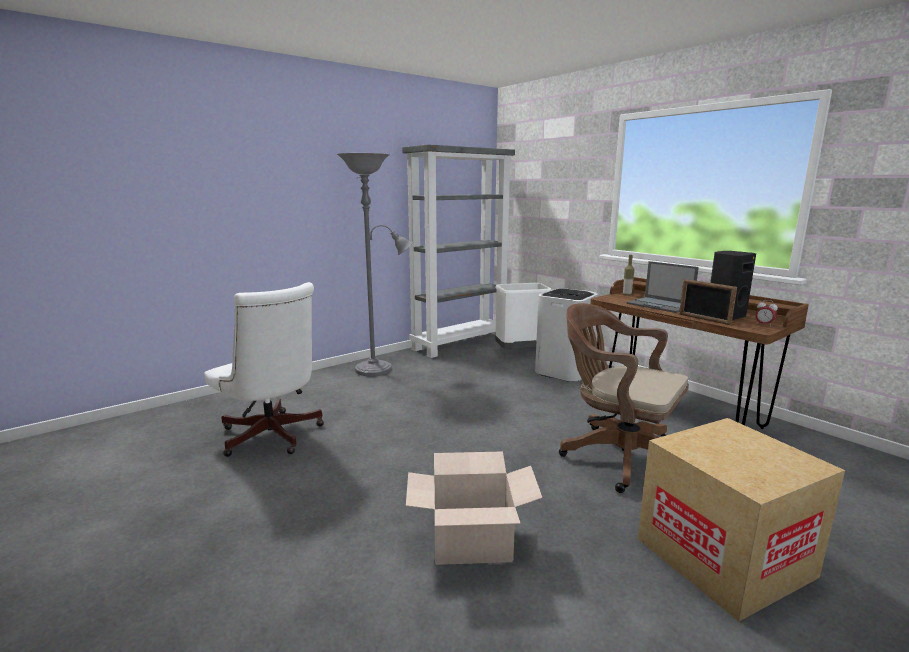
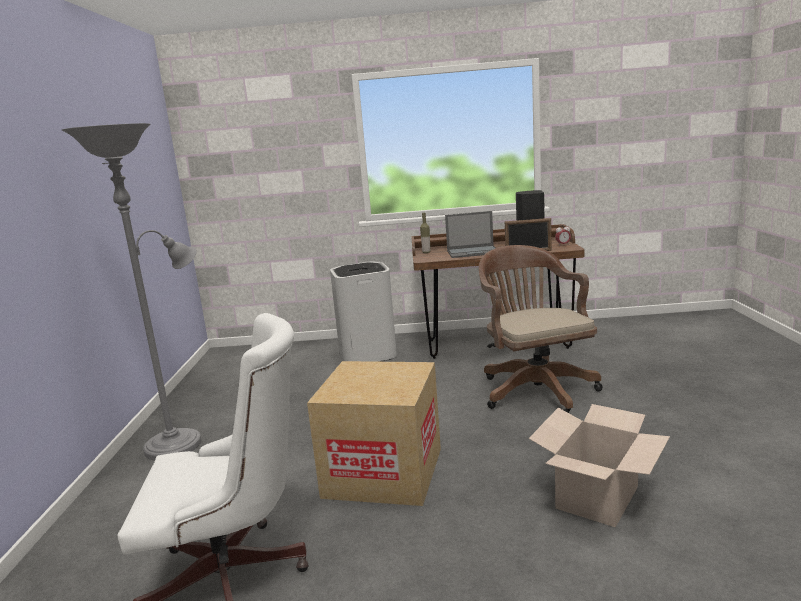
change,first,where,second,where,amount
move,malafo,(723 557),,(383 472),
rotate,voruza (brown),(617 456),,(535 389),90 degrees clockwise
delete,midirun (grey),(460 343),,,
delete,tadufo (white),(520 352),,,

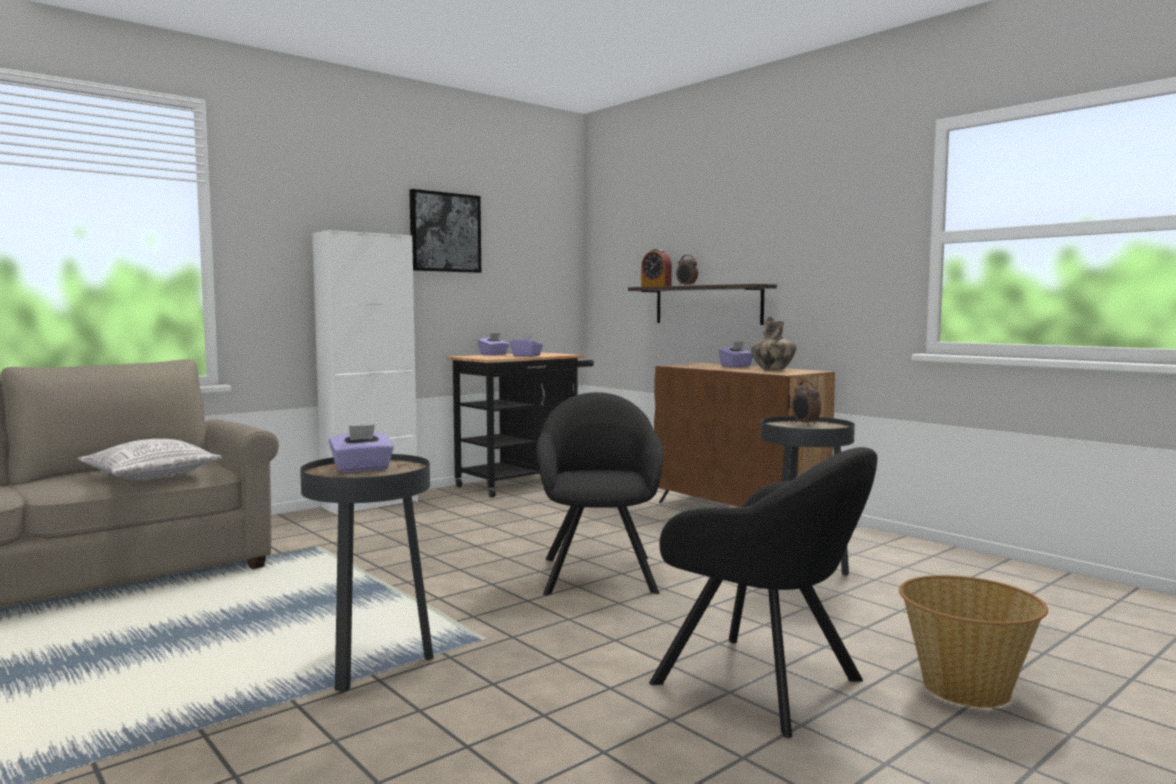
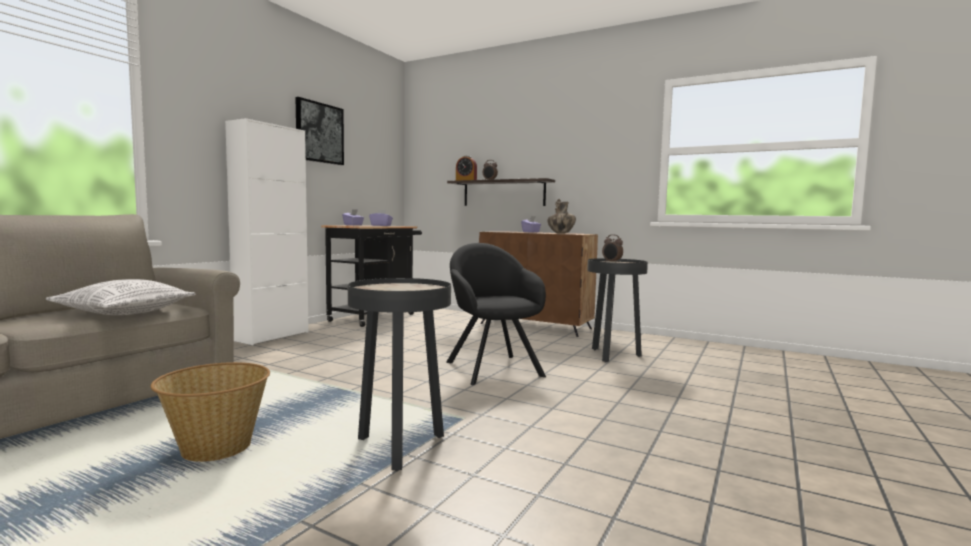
change,first,where,second,where,amount
move,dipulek,(966 688),,(215 448),
delete,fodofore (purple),(362 469),,,
delete,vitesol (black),(766 685),,,

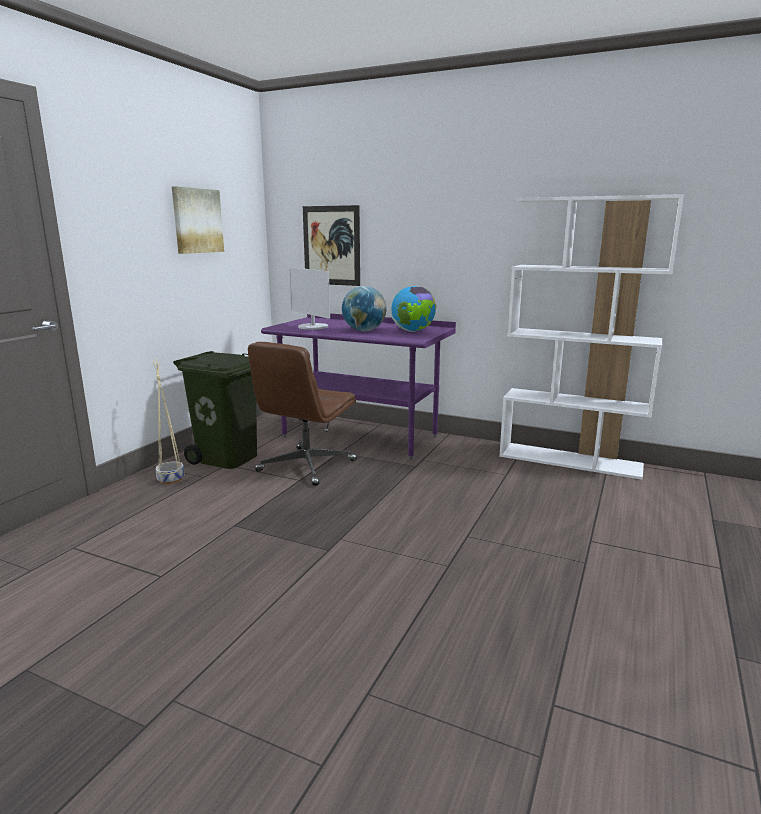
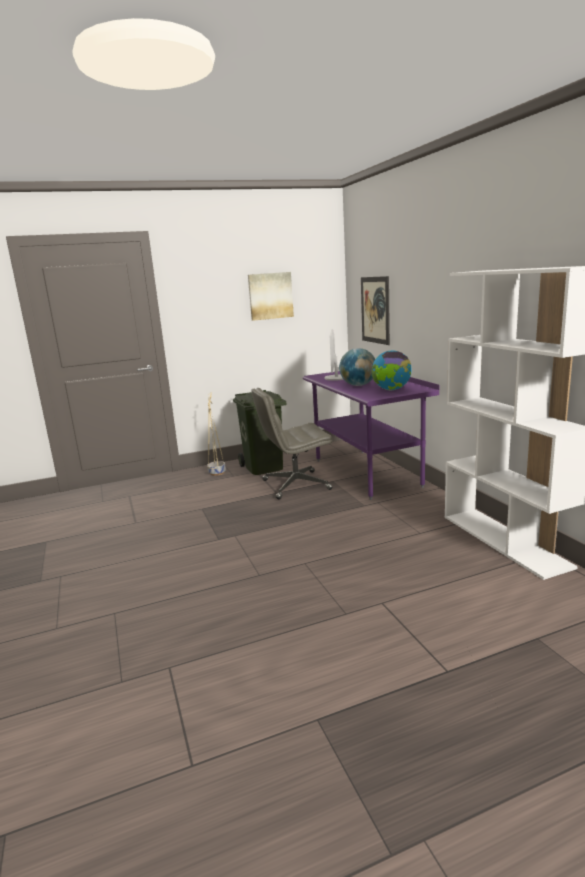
change,first,where,second,where,amount
recolor,voruza (brown),(306 466),voruza (grey),(295 485),

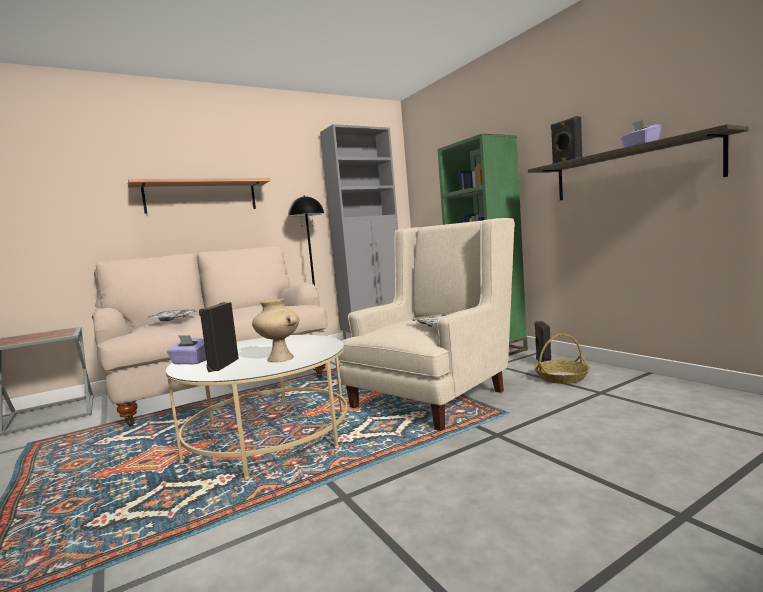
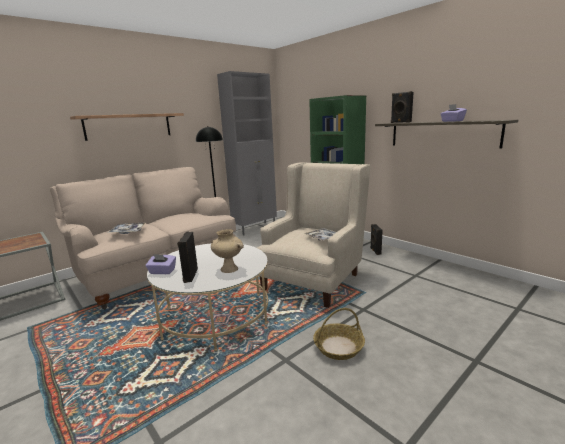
change,first,where,second,where,amount
move,dipulek,(561 377),,(338 347),

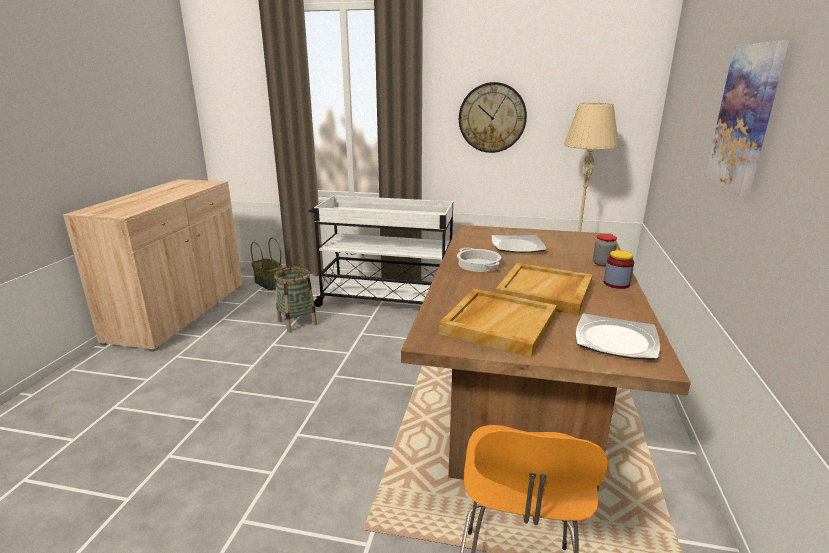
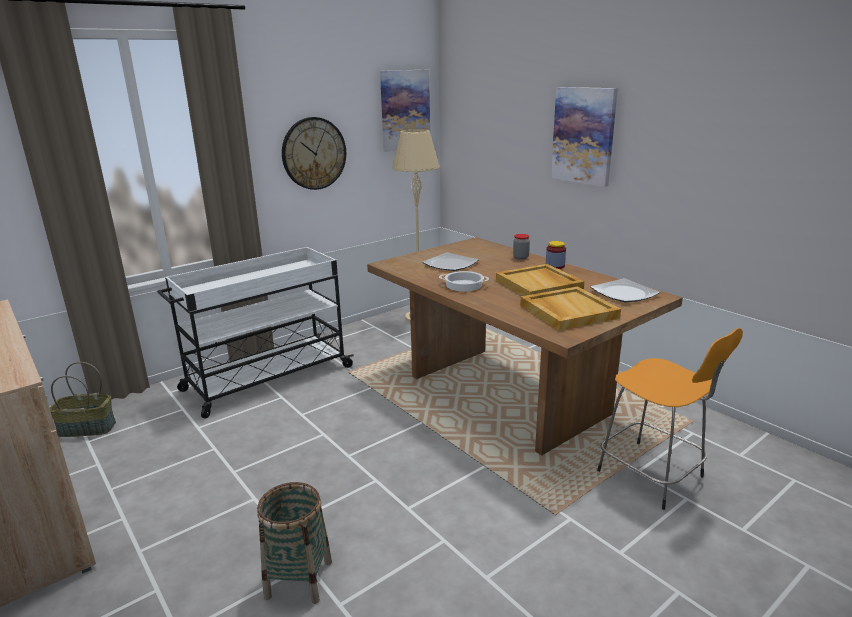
change,first,where,second,where,amount
move,dipulek,(297 322),,(298 579),
insert,,,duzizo,(405 110),

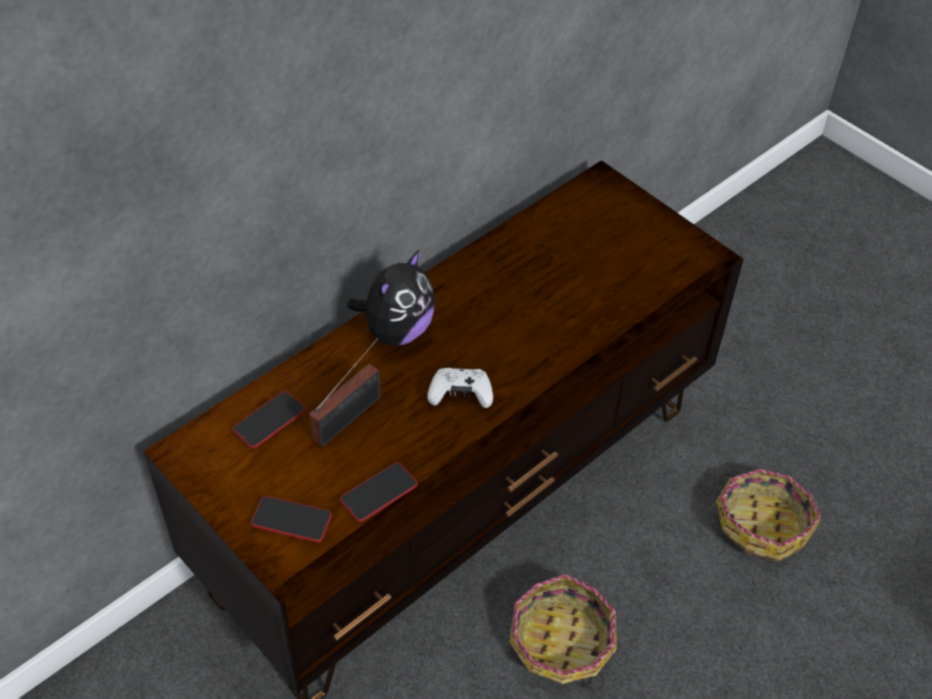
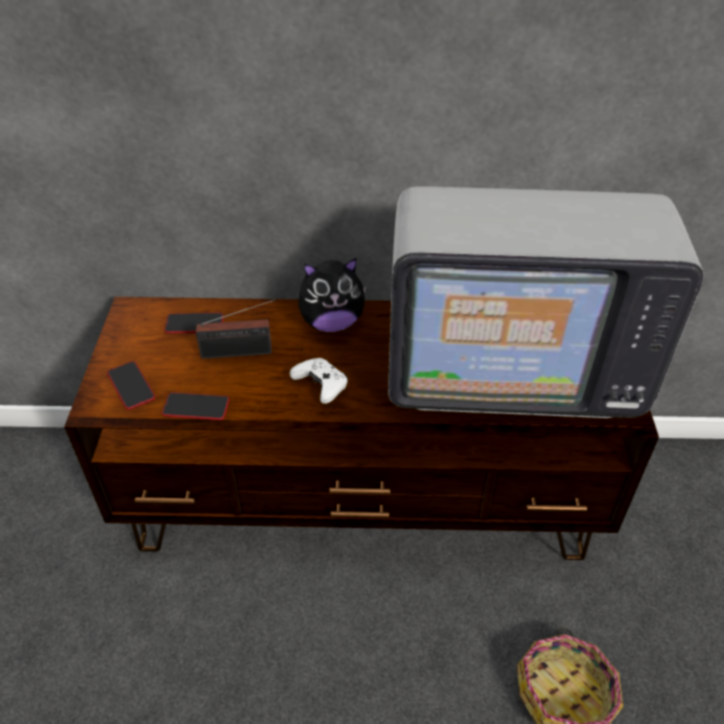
change,first,where,second,where,amount
insert,,,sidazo,(509 364),
delete,dipulek,(561 643),,,

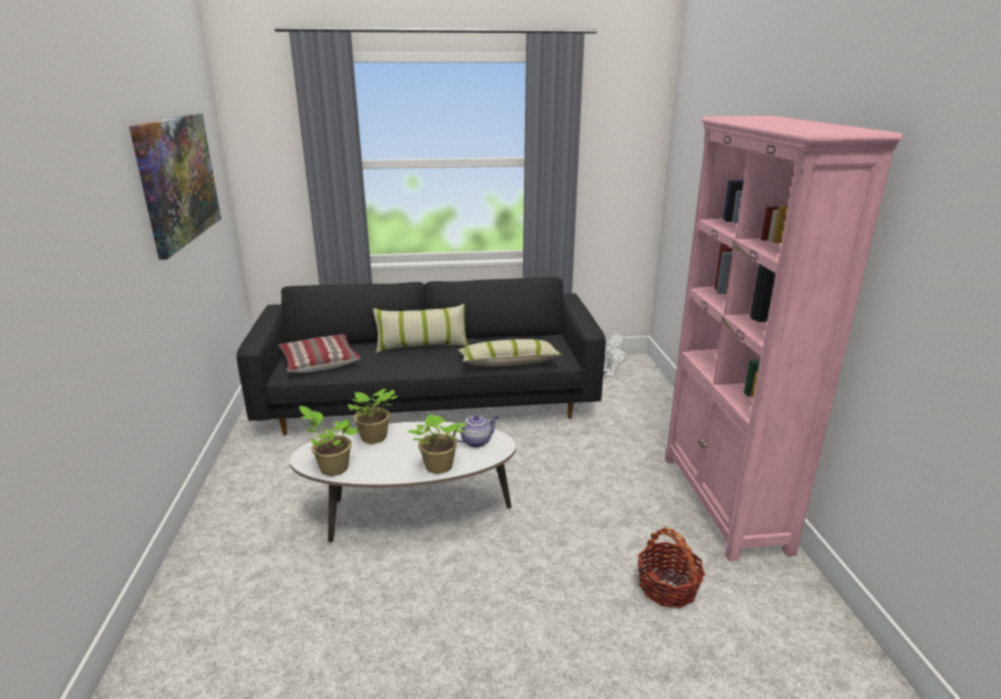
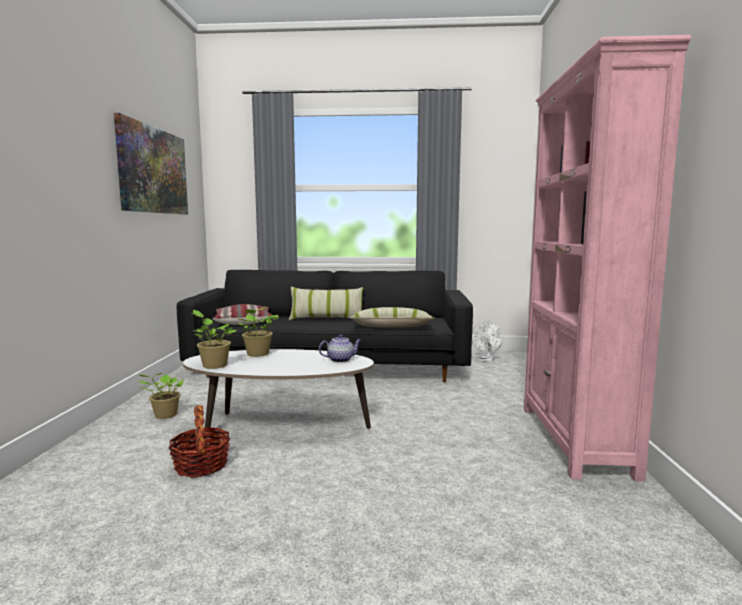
change,first,where,second,where,amount
move,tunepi,(437 467),,(164 415),
move,dipulek,(667 587),,(201 465),

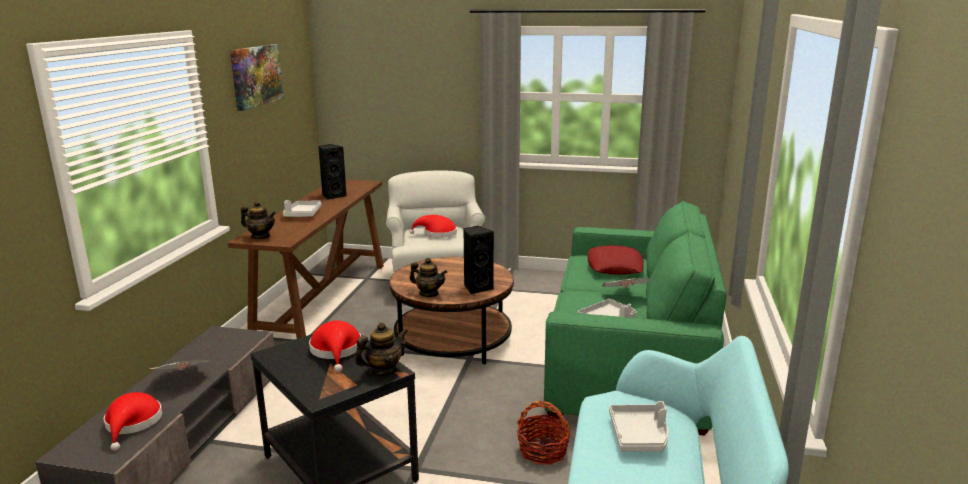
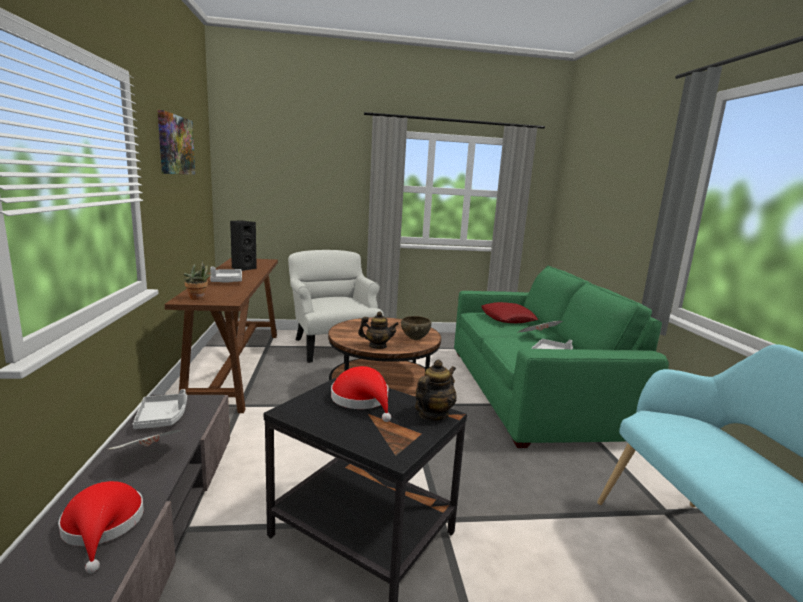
change,first,where,second,where,amount
move,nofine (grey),(639 436),,(162 418),
replace,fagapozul,(260 236),tunepi,(198 298),
replace,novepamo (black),(477 288),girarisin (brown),(415 339),
delete,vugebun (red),(437 234),,,
delete,dipulek,(543 451),,,

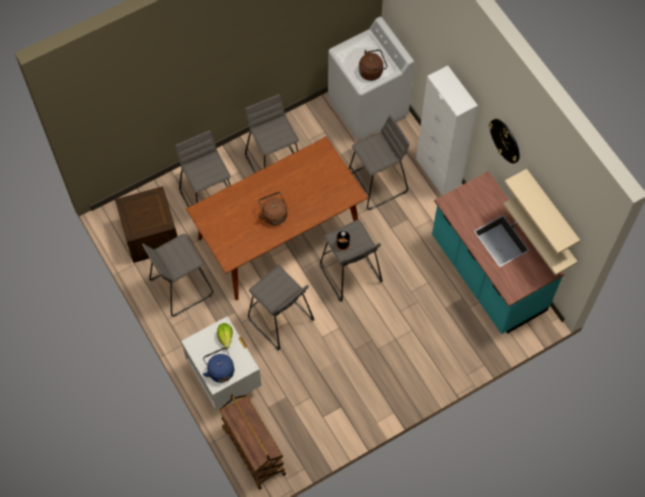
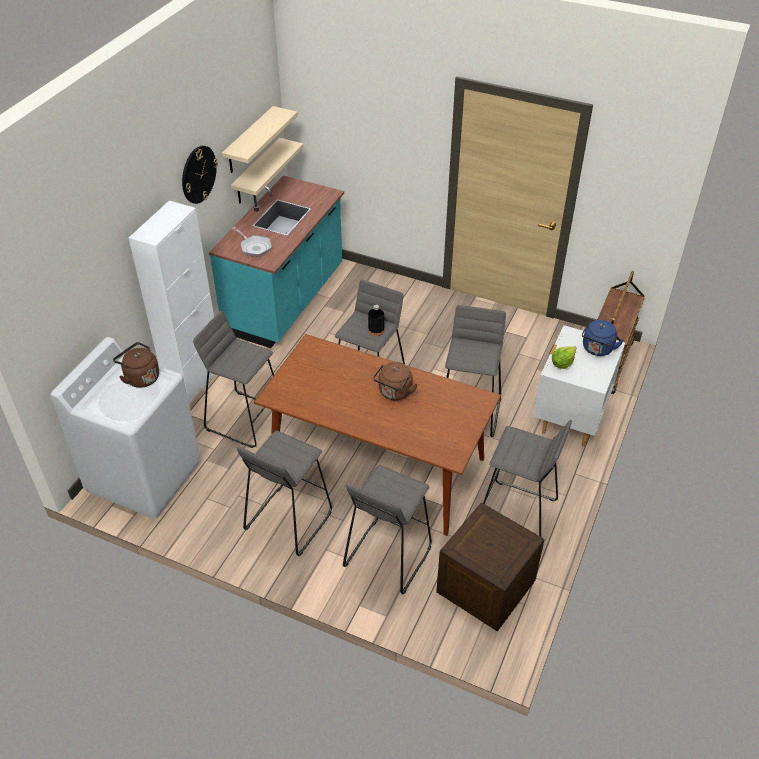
change,first,where,second,where,amount
insert,,,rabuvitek,(254 247),

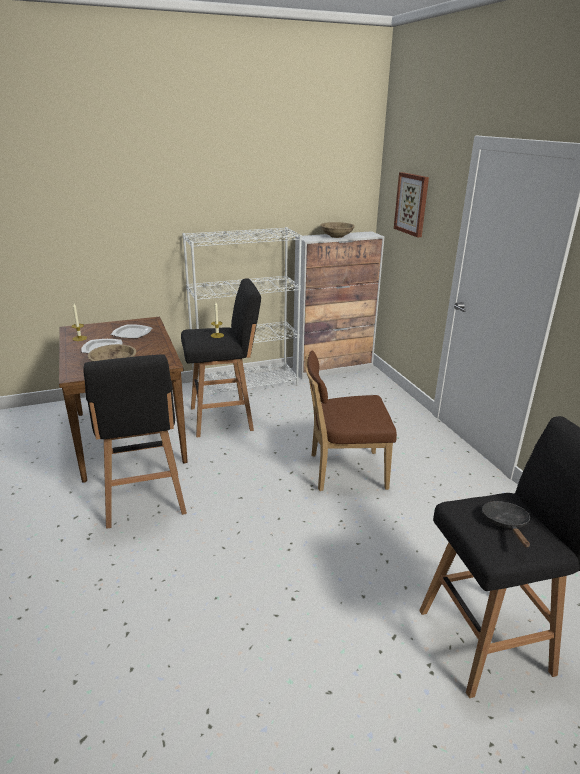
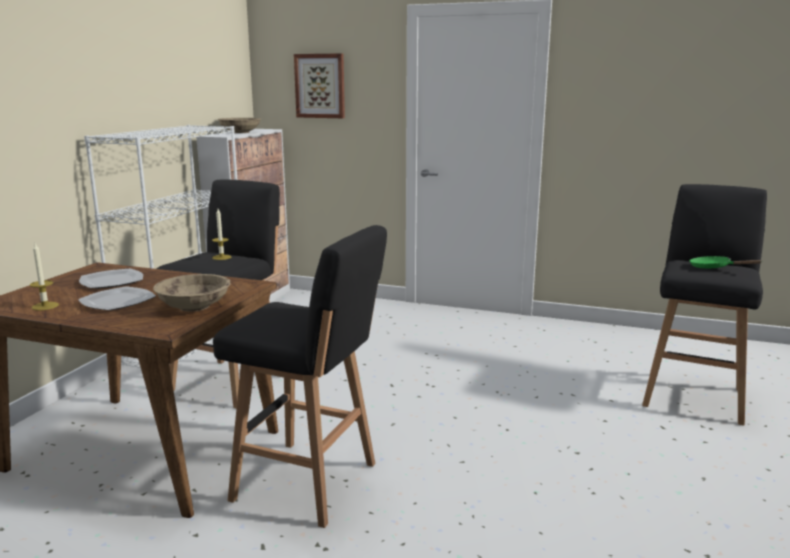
change,first,where,second,where,amount
recolor,rabuvitek (black),(506 524),rabuvitek (green),(714 268),
delete,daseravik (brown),(343 471),,,

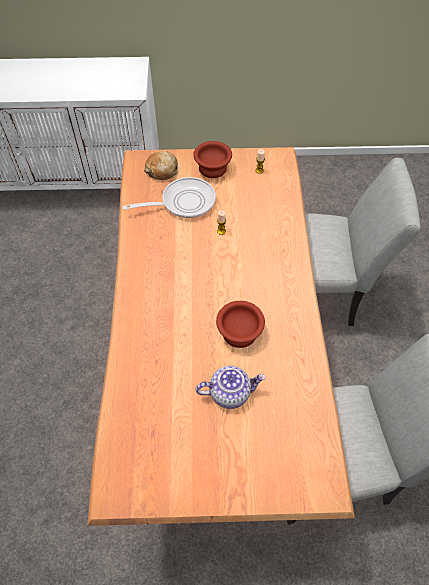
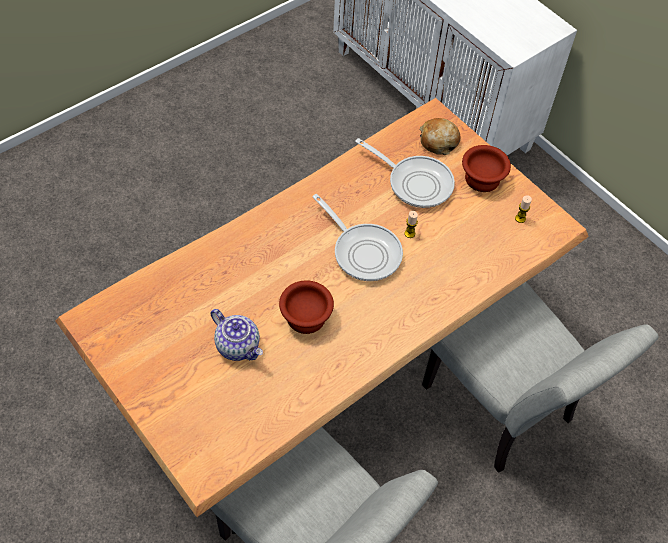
change,first,where,second,where,amount
insert,,,rabuvitek,(363 251),

